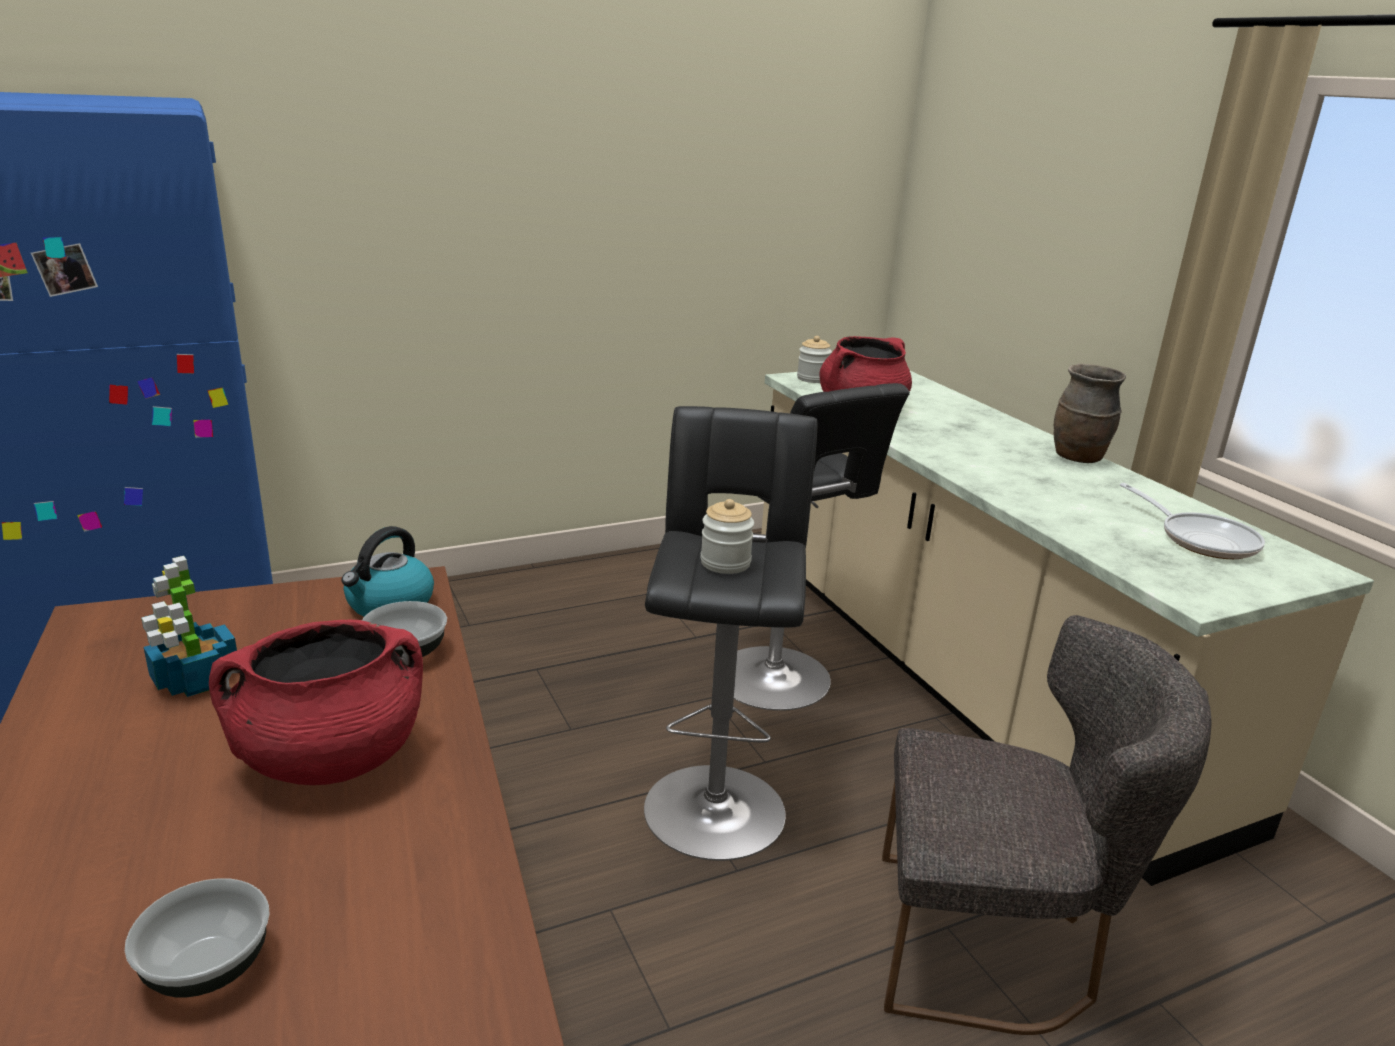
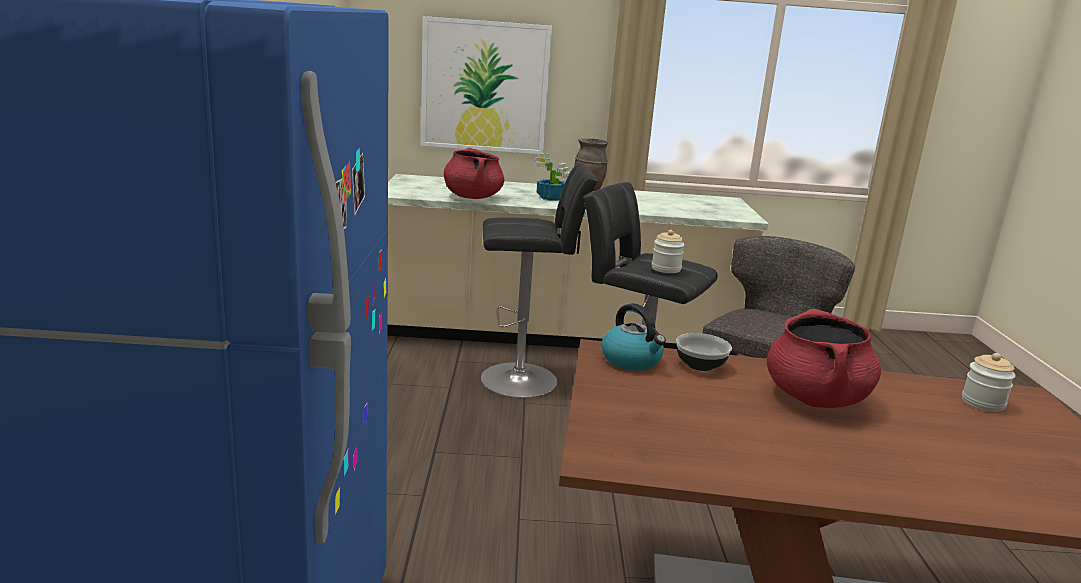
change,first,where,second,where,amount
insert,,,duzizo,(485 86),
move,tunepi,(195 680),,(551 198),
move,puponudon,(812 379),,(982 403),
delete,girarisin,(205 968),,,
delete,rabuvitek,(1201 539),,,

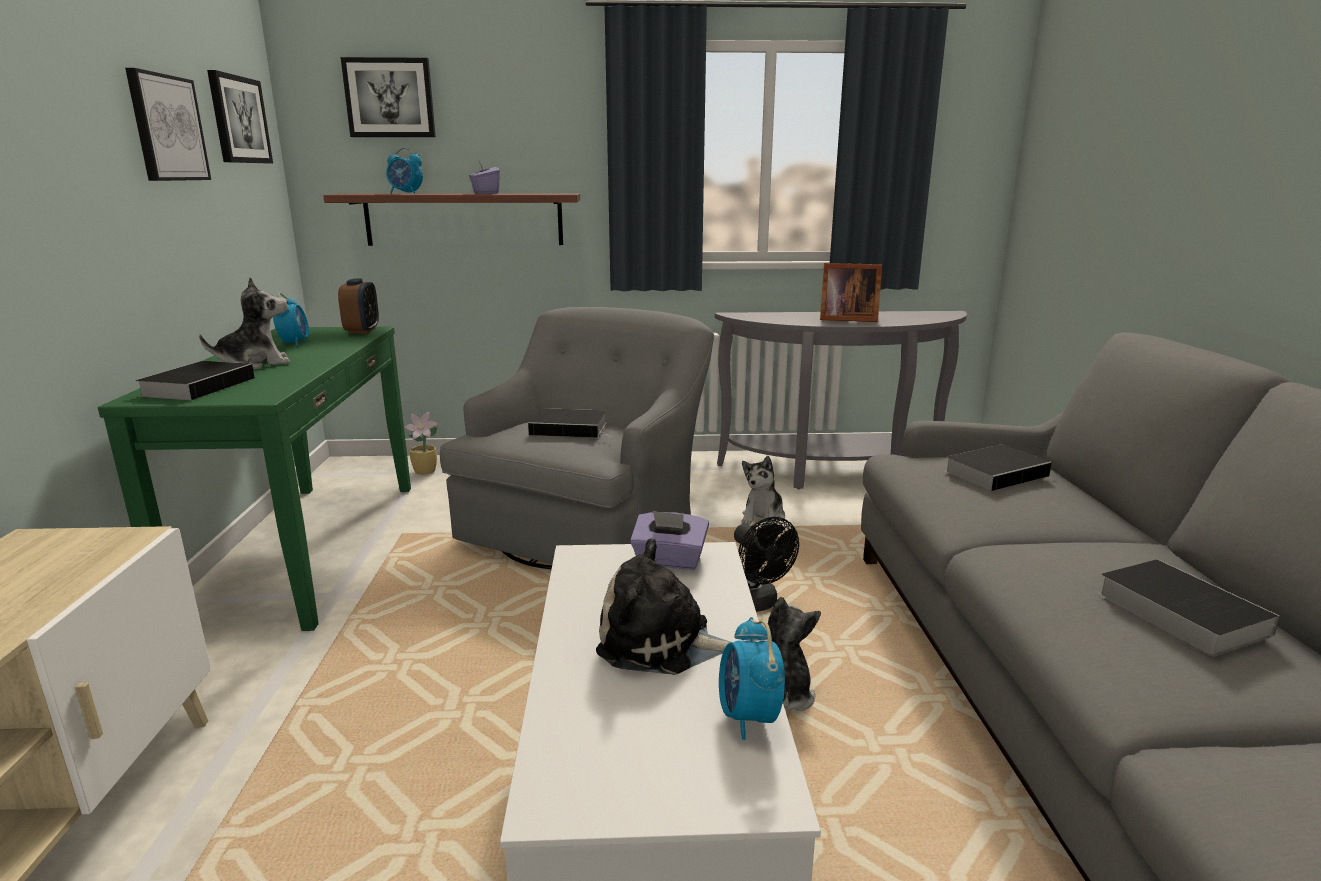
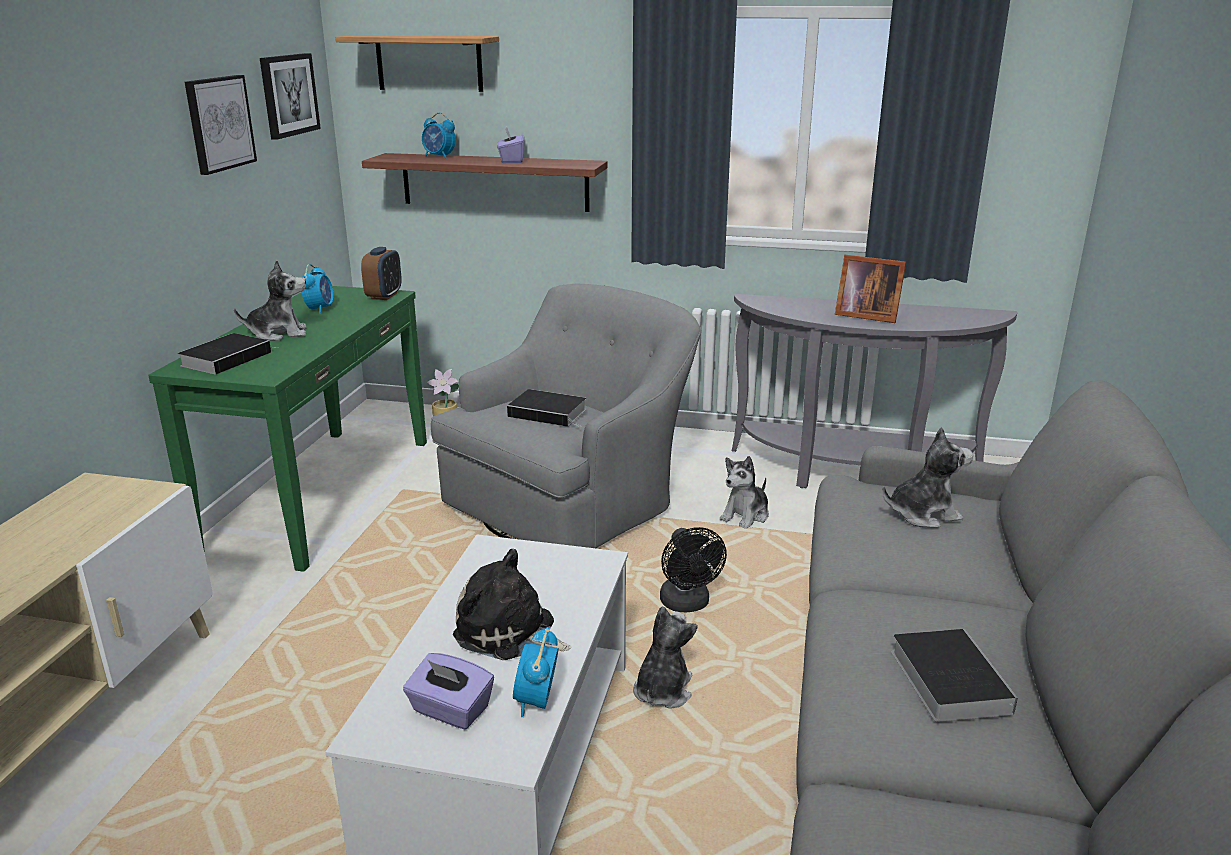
change,first,where,second,where,amount
replace,duzizo,(390 98),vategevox,(429 63),
move,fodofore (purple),(669 560),,(450 710),
replace,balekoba,(997 473),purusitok,(922 514),

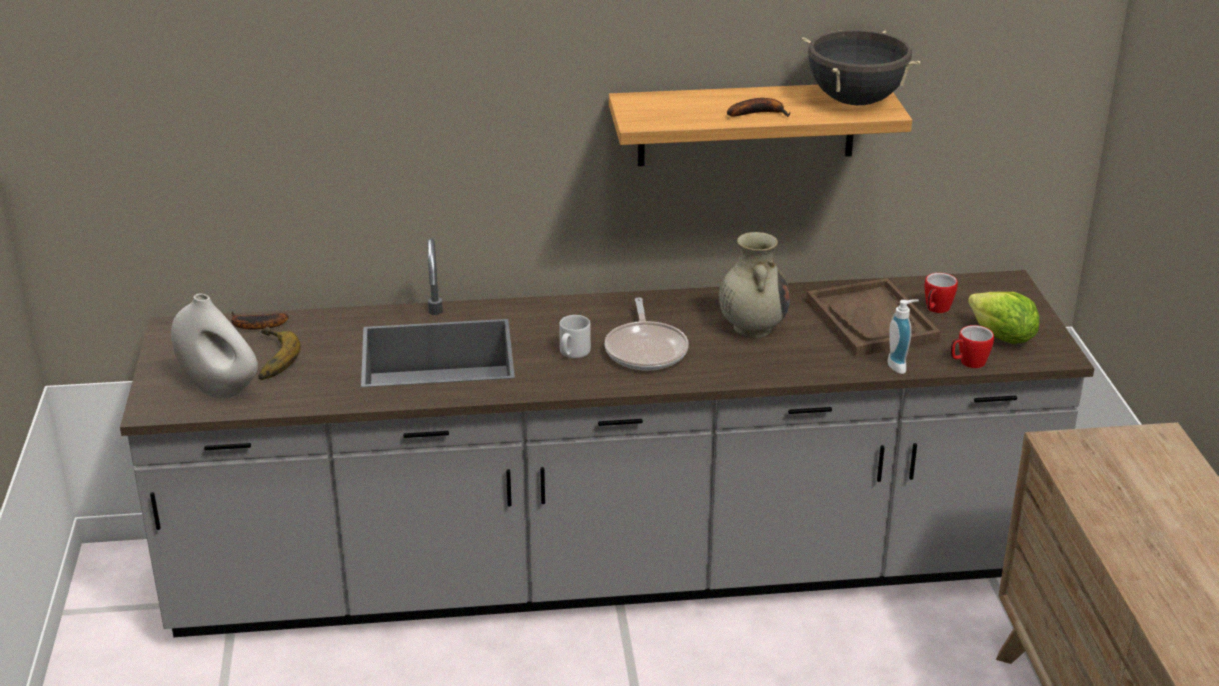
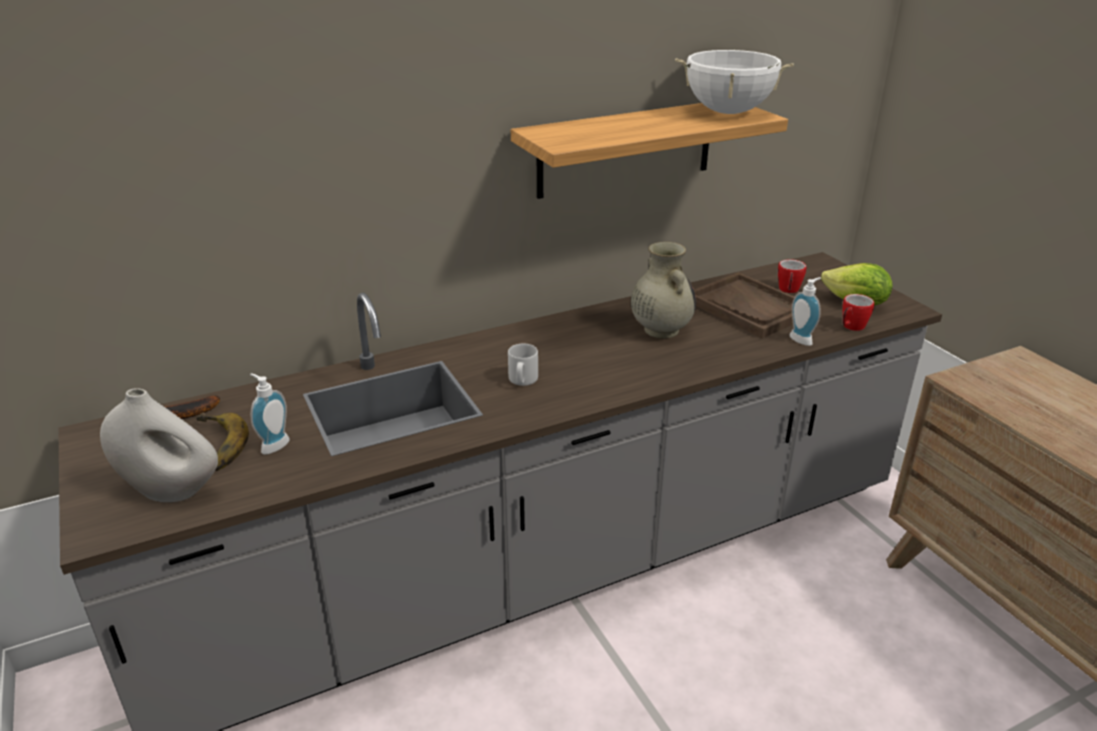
change,first,where,second,where,amount
insert,,,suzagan,(273 445),
recolor,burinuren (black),(856 101),burinuren (white),(728 112),
delete,rabuvitek,(646 349),,,
delete,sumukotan,(759 113),,,

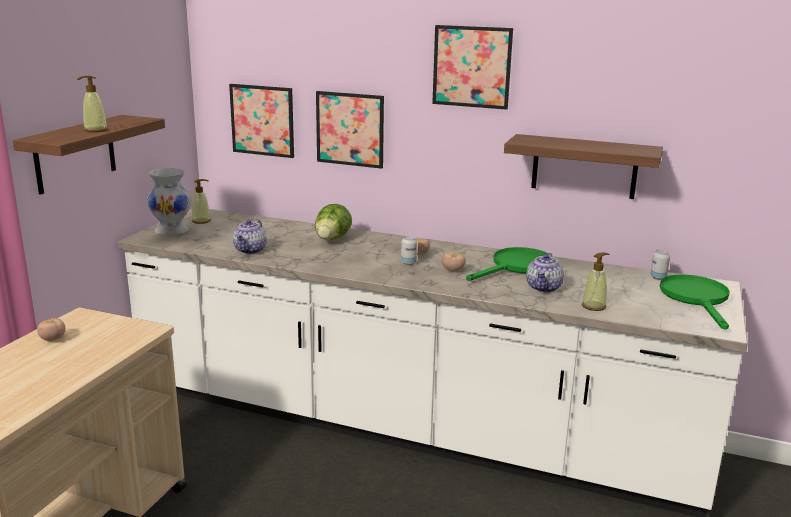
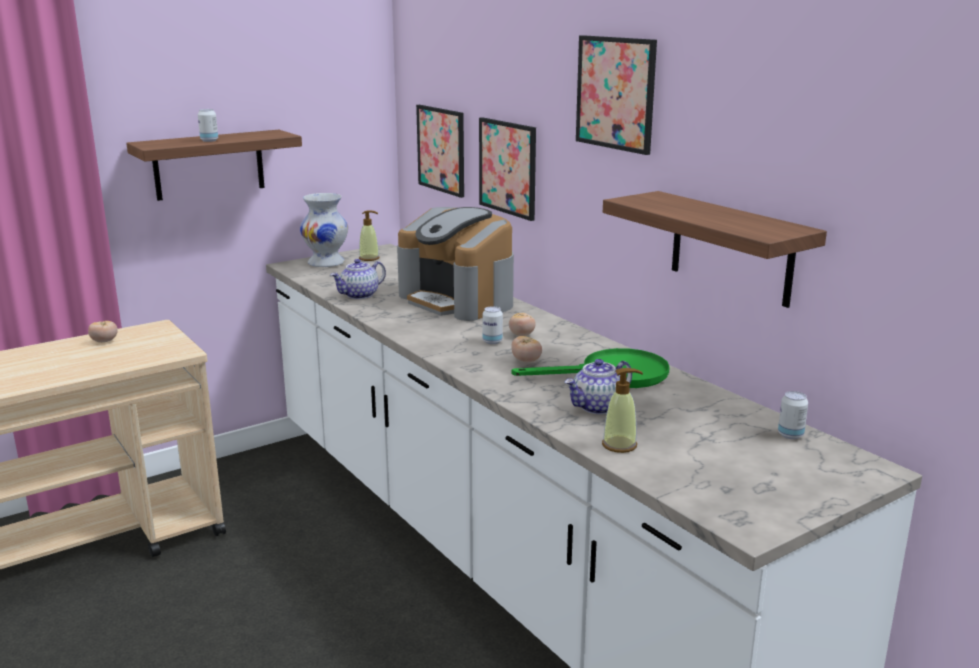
change,first,where,second,where,amount
replace,suzagan,(95 130),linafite,(209 140),
replace,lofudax,(332 239),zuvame,(458 300),
delete,rabuvitek (green),(697 299),,,

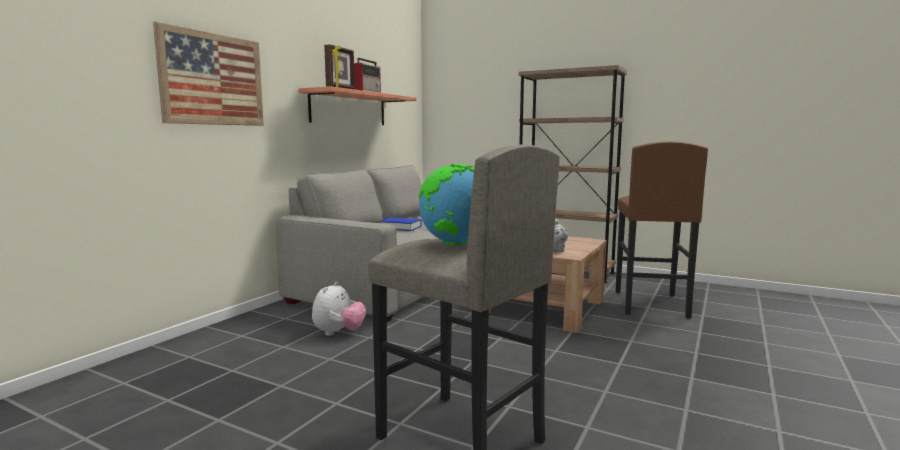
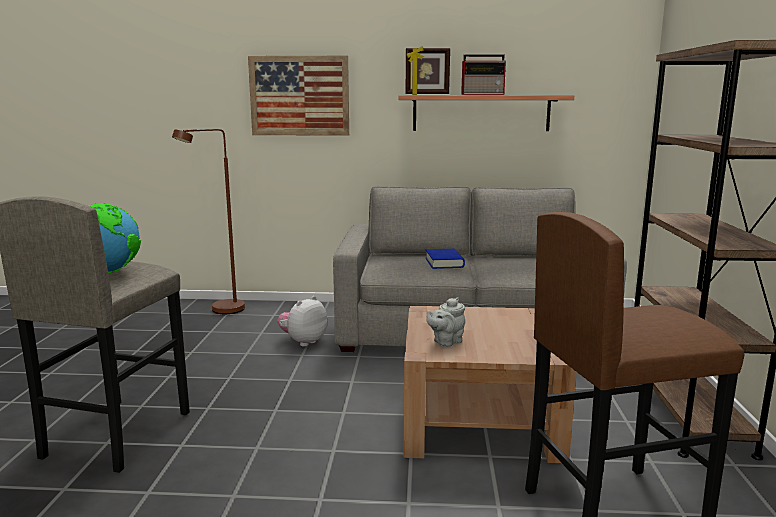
change,first,where,second,where,amount
insert,,,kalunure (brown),(220 311),
rotate,purusitok,(339 333),,(303 342),135 degrees clockwise

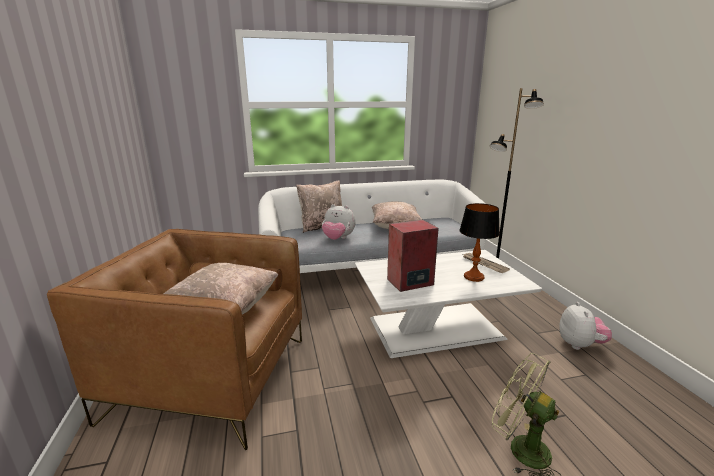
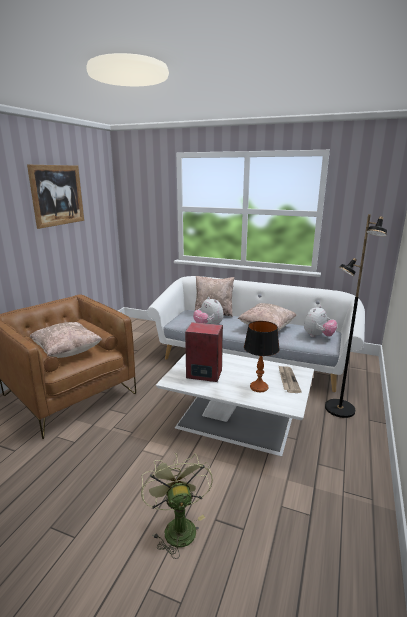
change,first,where,second,where,amount
insert,,,duzizo,(57 195),
move,purusitok,(580 345),,(318 336),

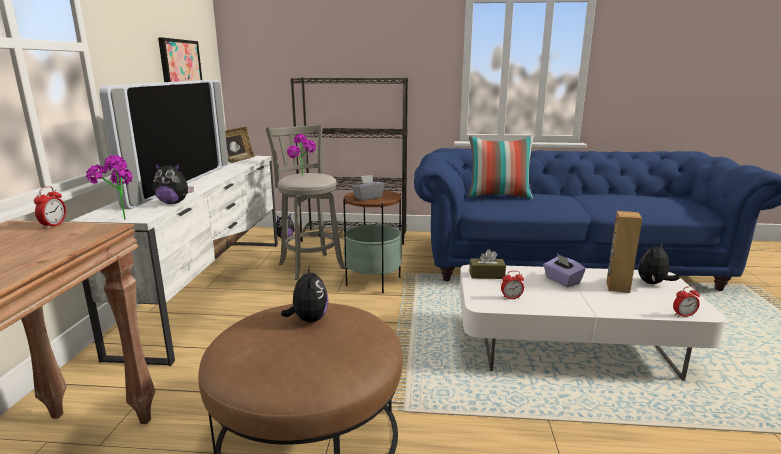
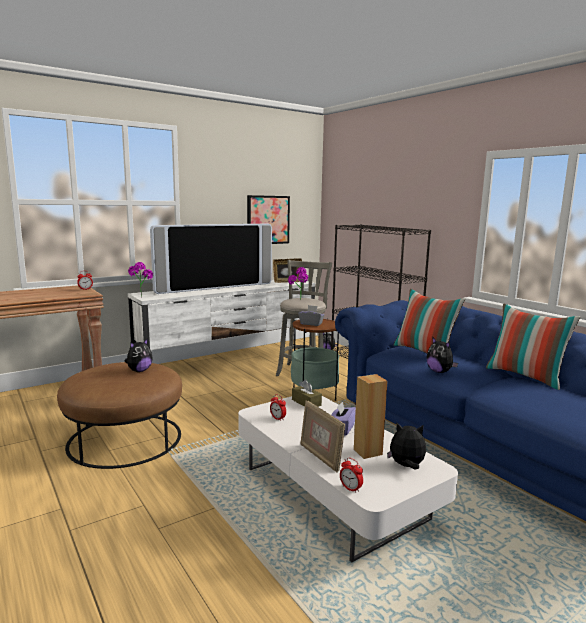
change,first,where,second,where,amount
insert,,,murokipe,(320 457),
move,purusitok,(174 203),,(439 372),
insert,,,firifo,(525 377),

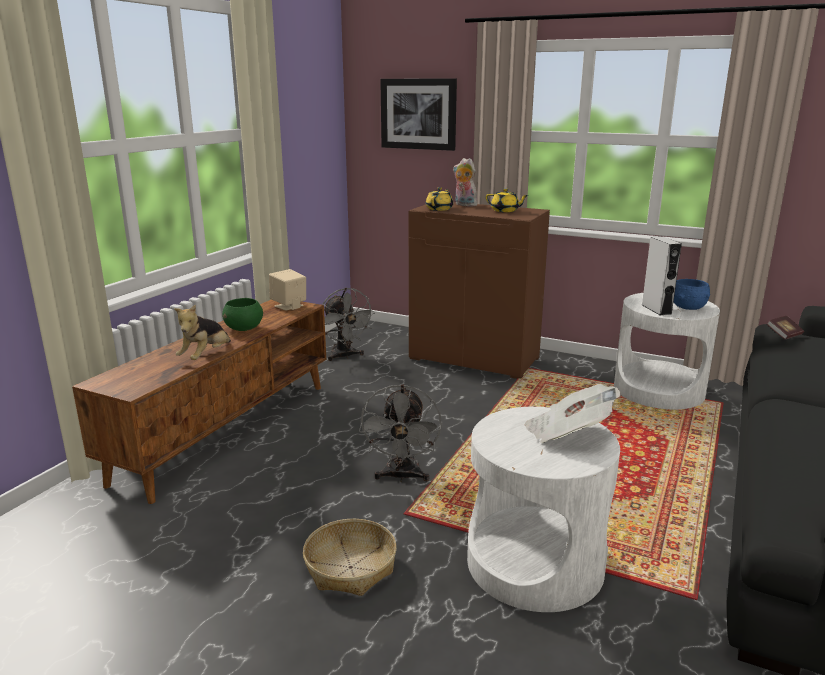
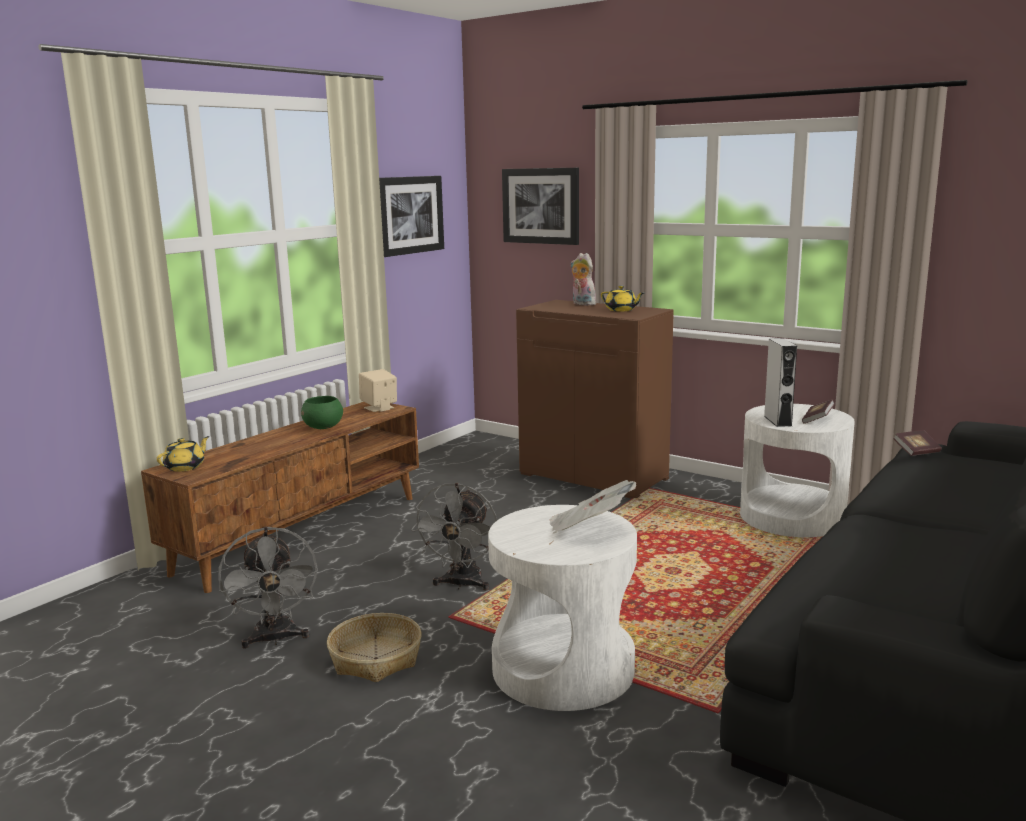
change,first,where,second,where,amount
move,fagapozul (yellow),(439 209),,(185 467),
move,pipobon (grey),(345 356),,(275 639),
insert,,,duzizo,(409 215),
replace,girarisin (blue),(688 307),balekoba,(817 420),
delete,purusitok,(206 356),,,

